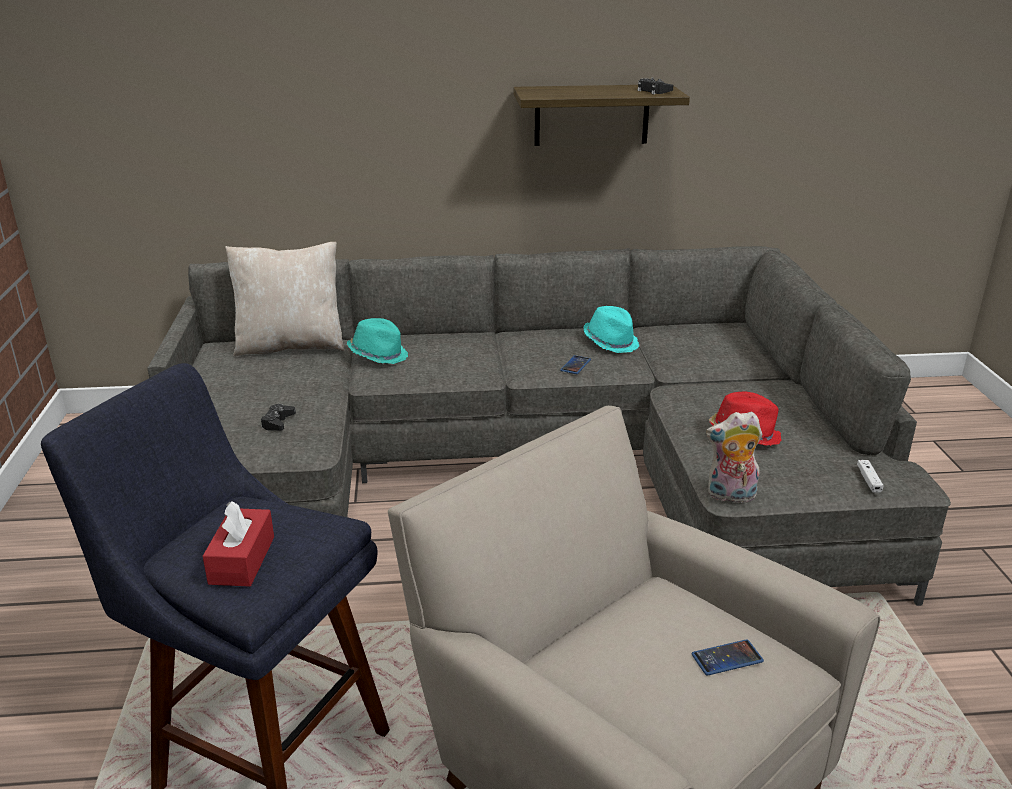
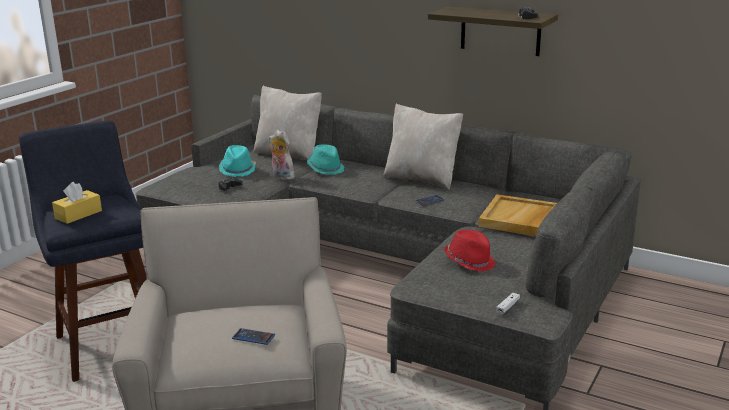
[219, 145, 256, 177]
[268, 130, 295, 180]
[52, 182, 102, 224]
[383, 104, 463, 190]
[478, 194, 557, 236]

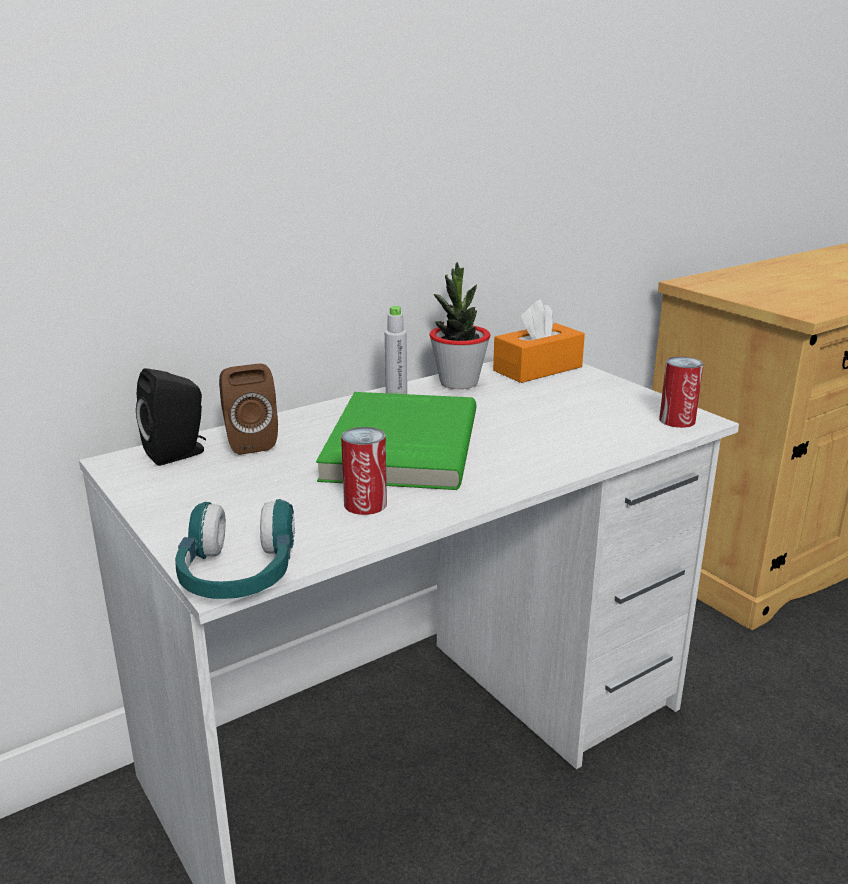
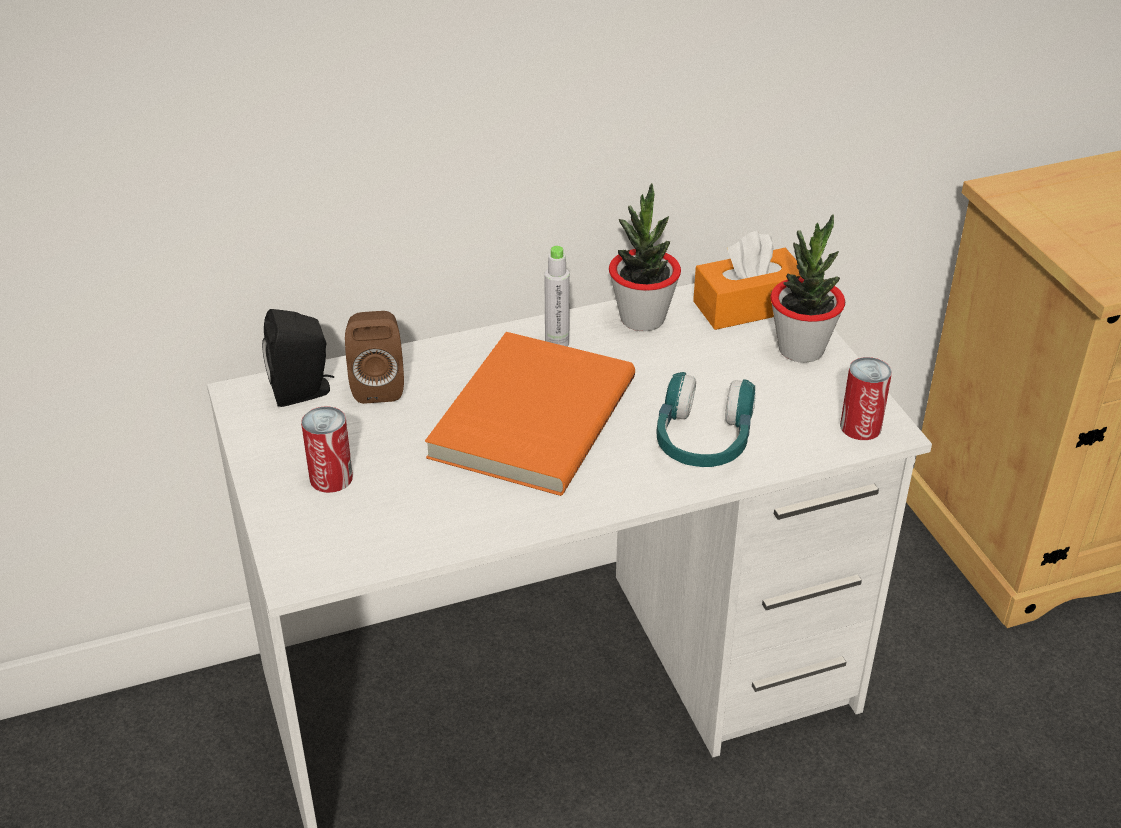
[425, 332, 635, 496]
[301, 406, 353, 493]
[656, 372, 756, 467]
[770, 214, 845, 363]

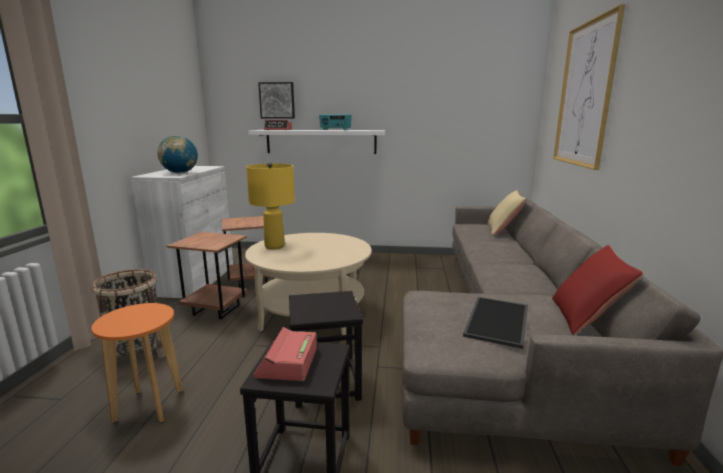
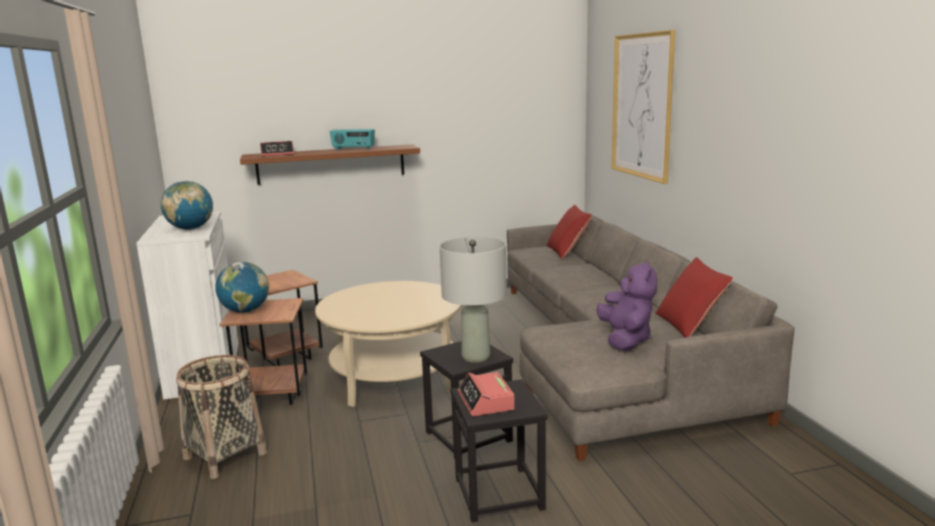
[258, 82, 295, 118] (first image)
[240, 144, 420, 185]
[246, 162, 295, 250] (first image)
[547, 205, 592, 259]
[597, 260, 657, 351]
[91, 303, 183, 423] (first image)
[440, 237, 507, 363]
[215, 262, 269, 313]

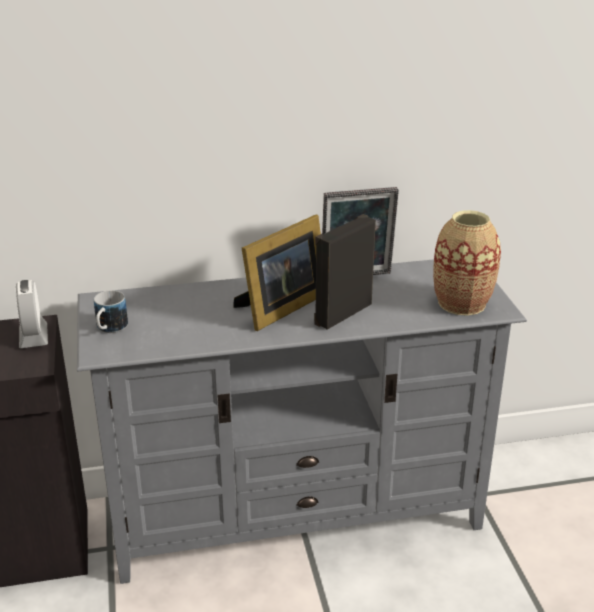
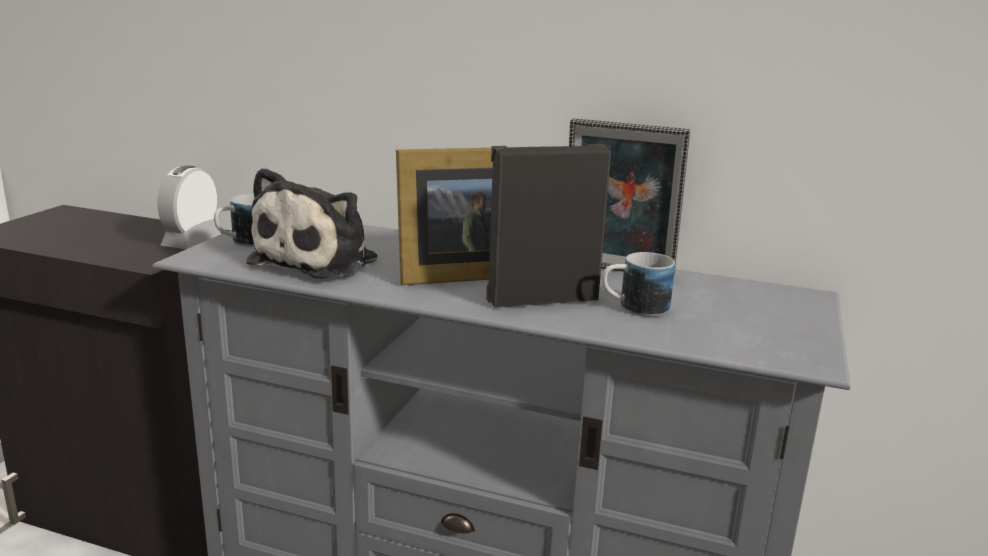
[433, 210, 501, 316] (first image)
[246, 168, 377, 278]
[602, 252, 675, 317]

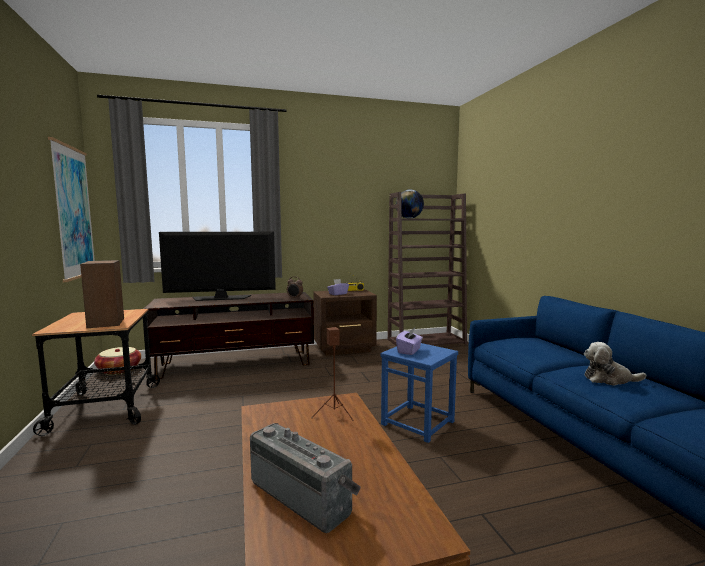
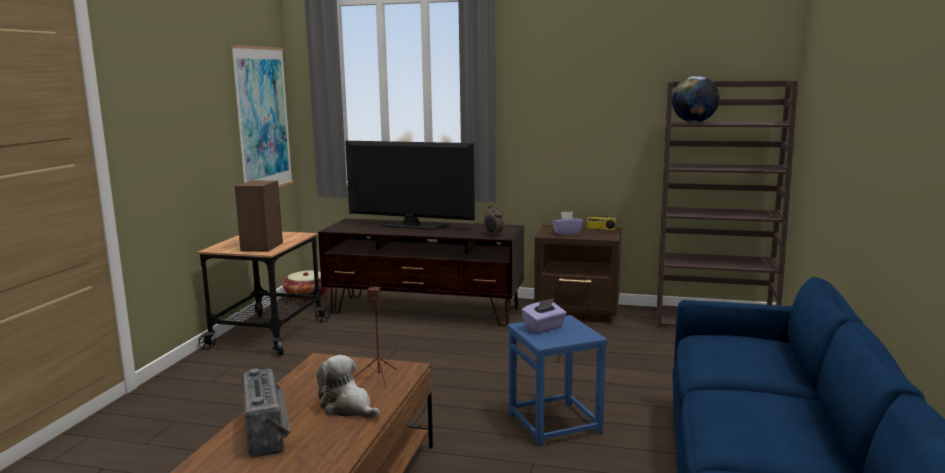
[316, 355, 380, 419]

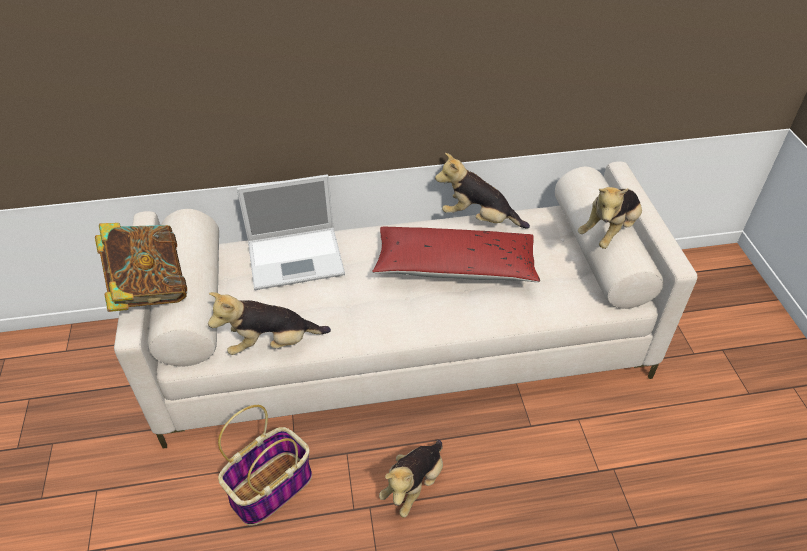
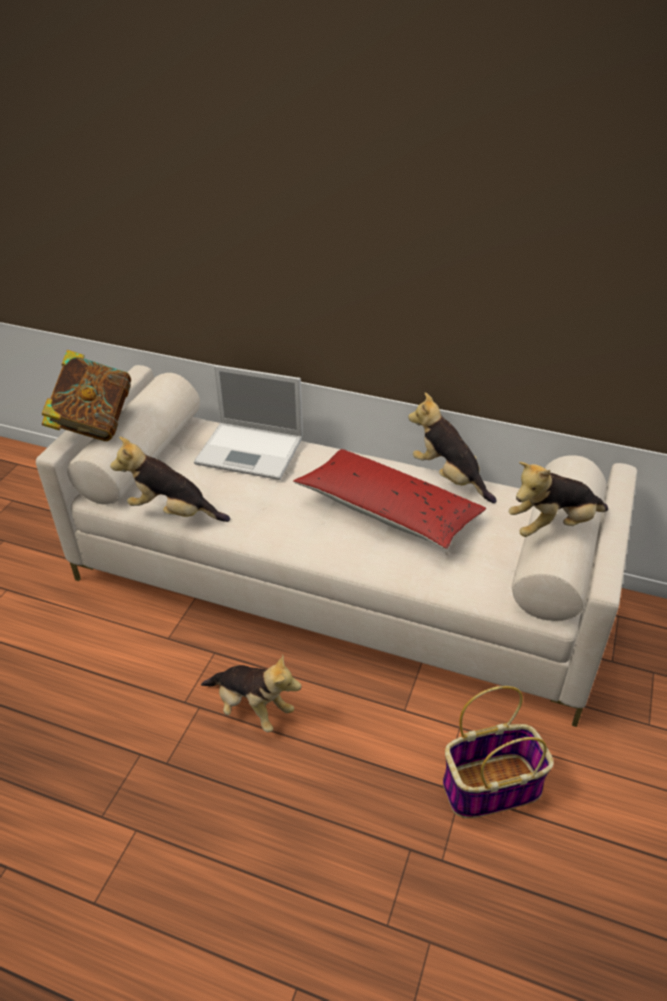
[443, 686, 554, 818]
[201, 655, 301, 732]

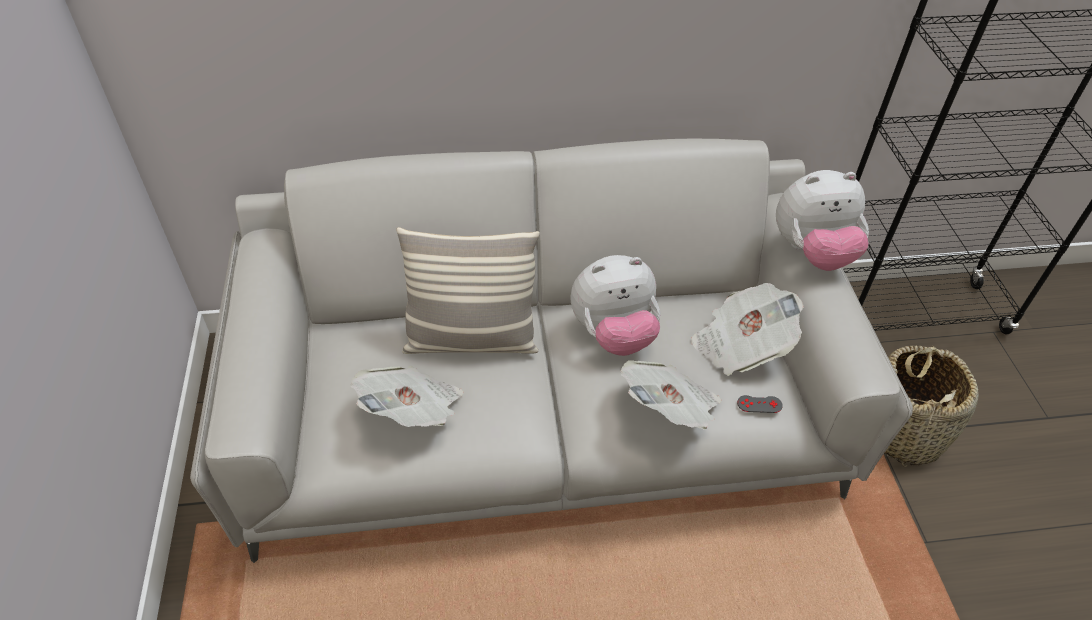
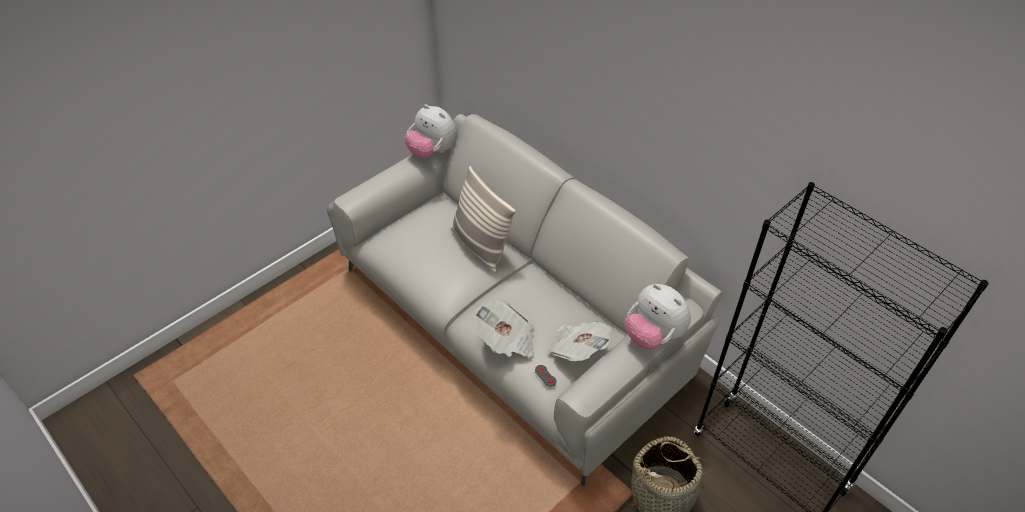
[404, 104, 457, 159]
[351, 366, 464, 427] (first image)

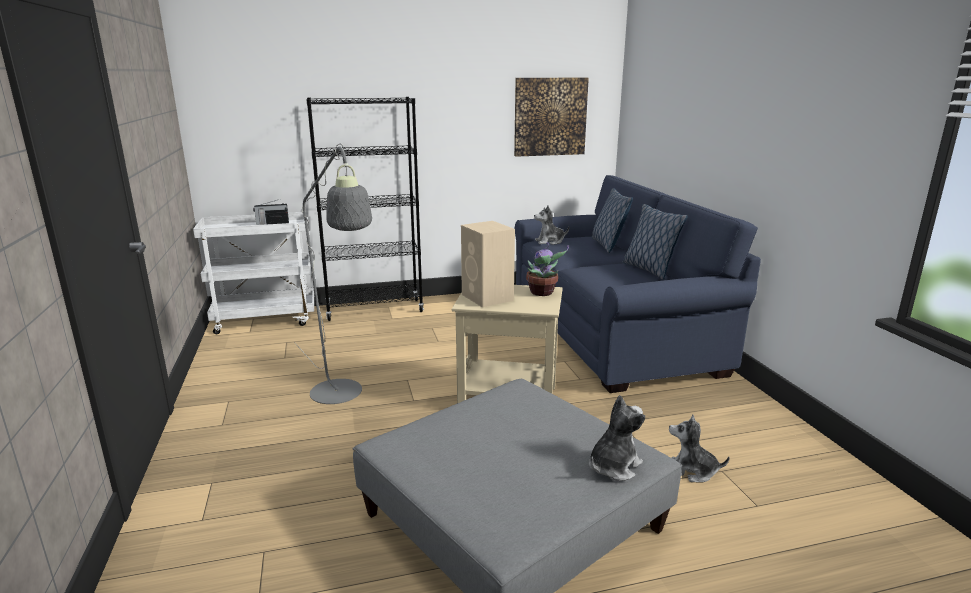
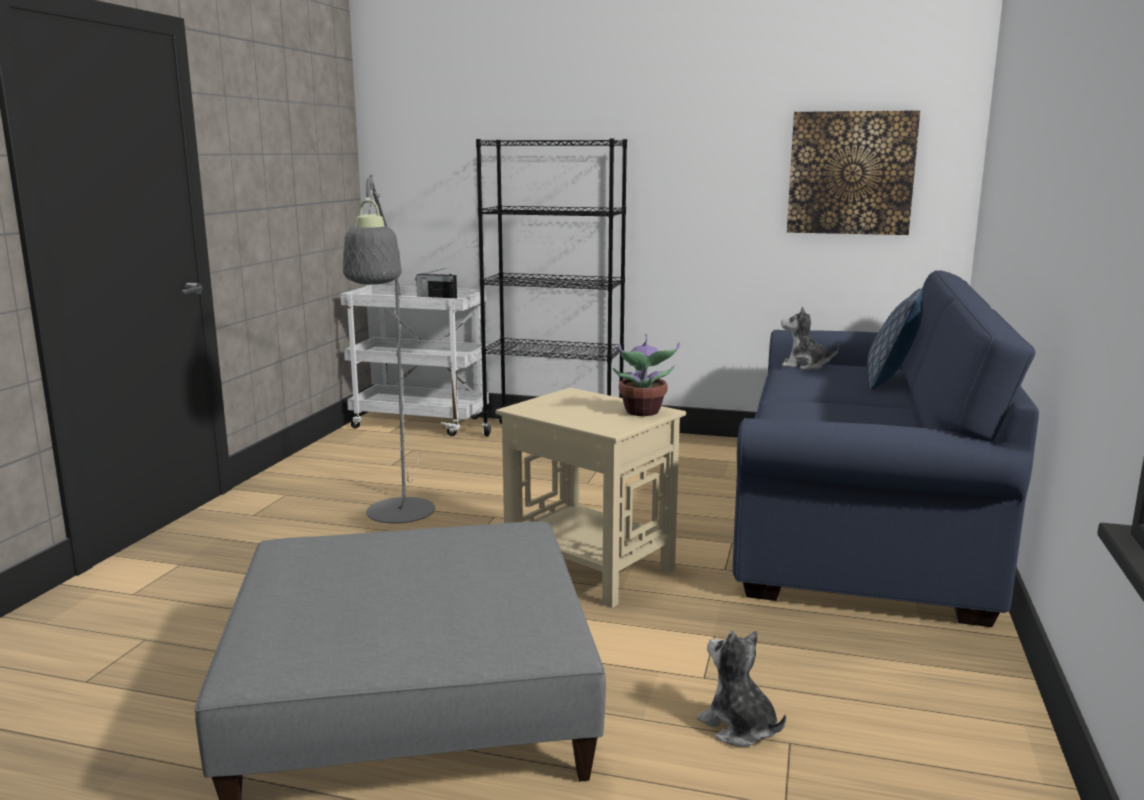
[623, 204, 688, 280] (first image)
[461, 221, 515, 307] (first image)
[589, 395, 645, 481] (first image)

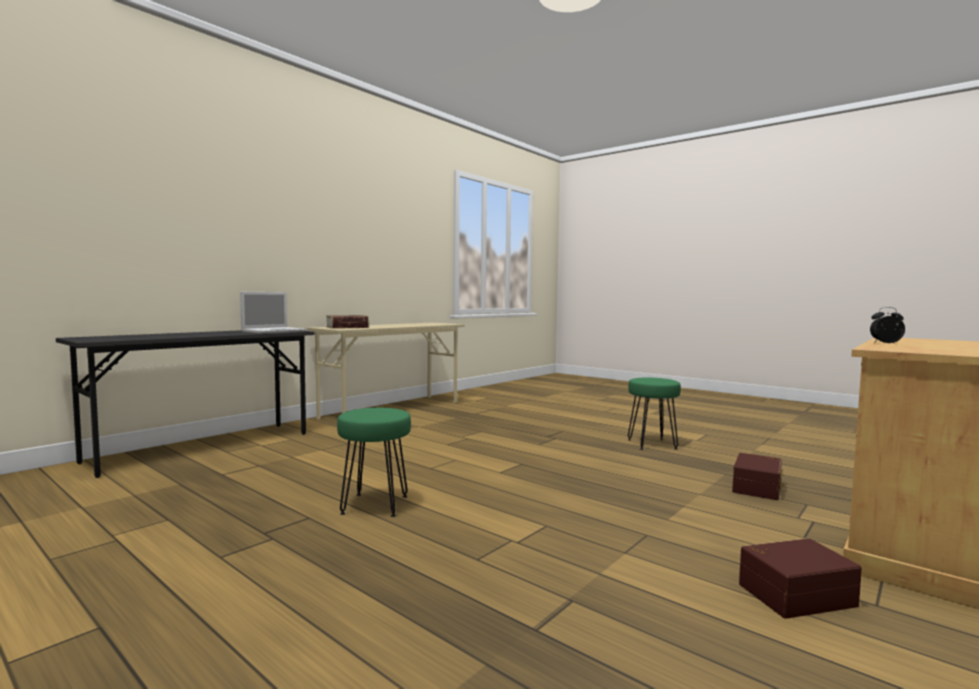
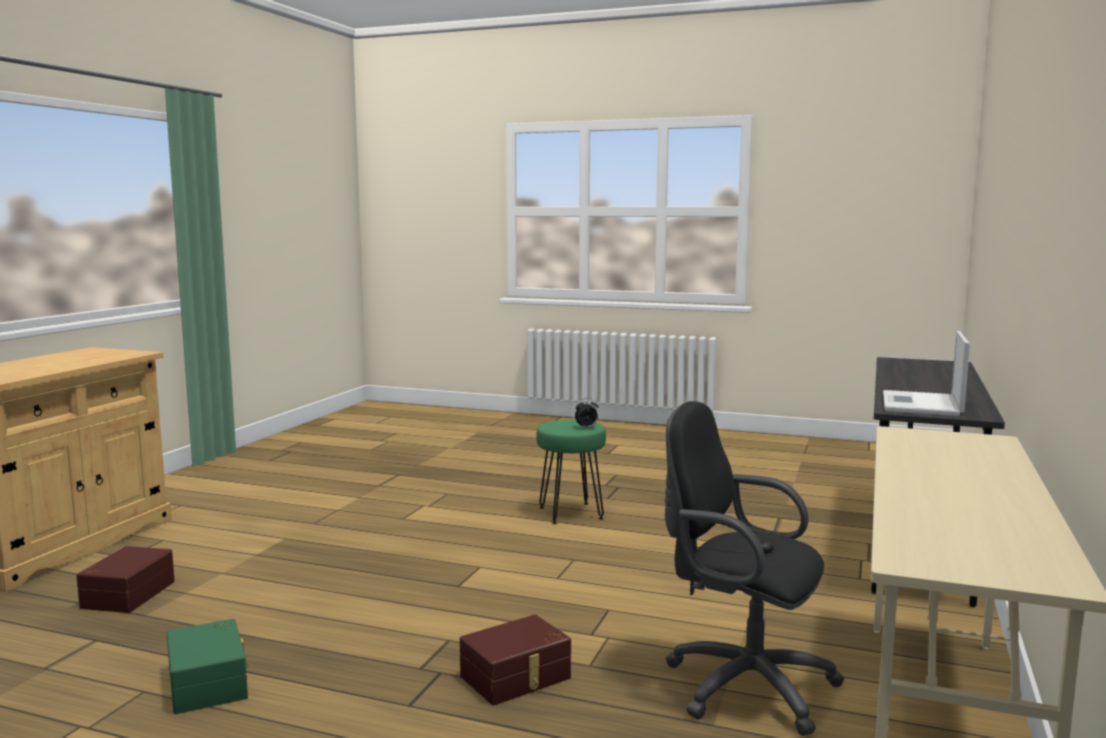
[575, 398, 598, 428]
[326, 315, 369, 329] (first image)
[167, 619, 249, 714]
[460, 614, 571, 705]
[665, 401, 844, 736]

